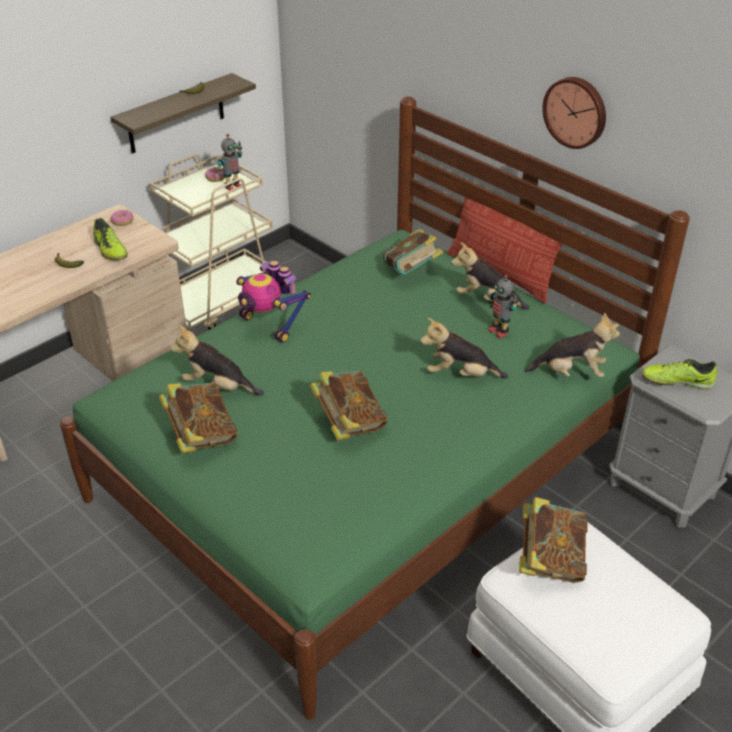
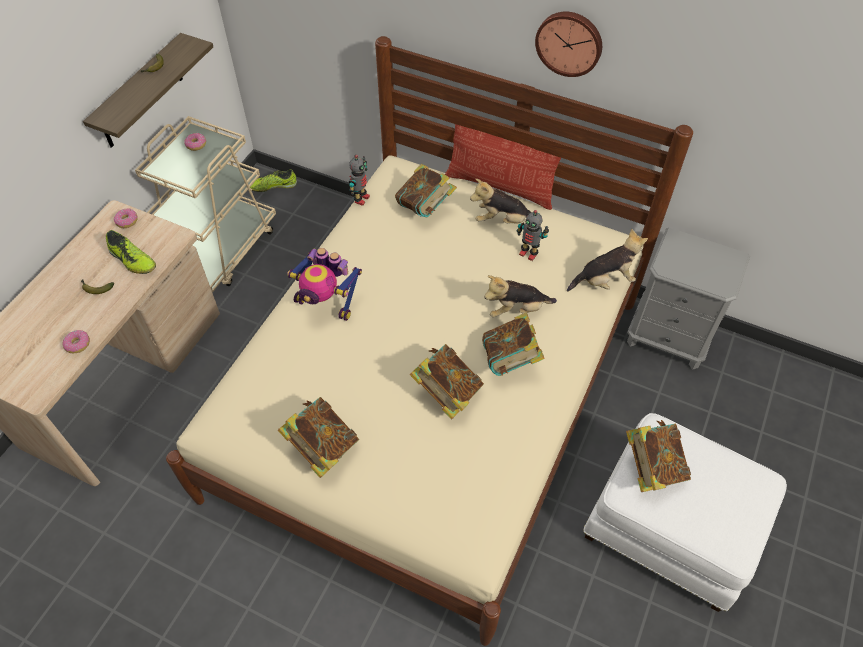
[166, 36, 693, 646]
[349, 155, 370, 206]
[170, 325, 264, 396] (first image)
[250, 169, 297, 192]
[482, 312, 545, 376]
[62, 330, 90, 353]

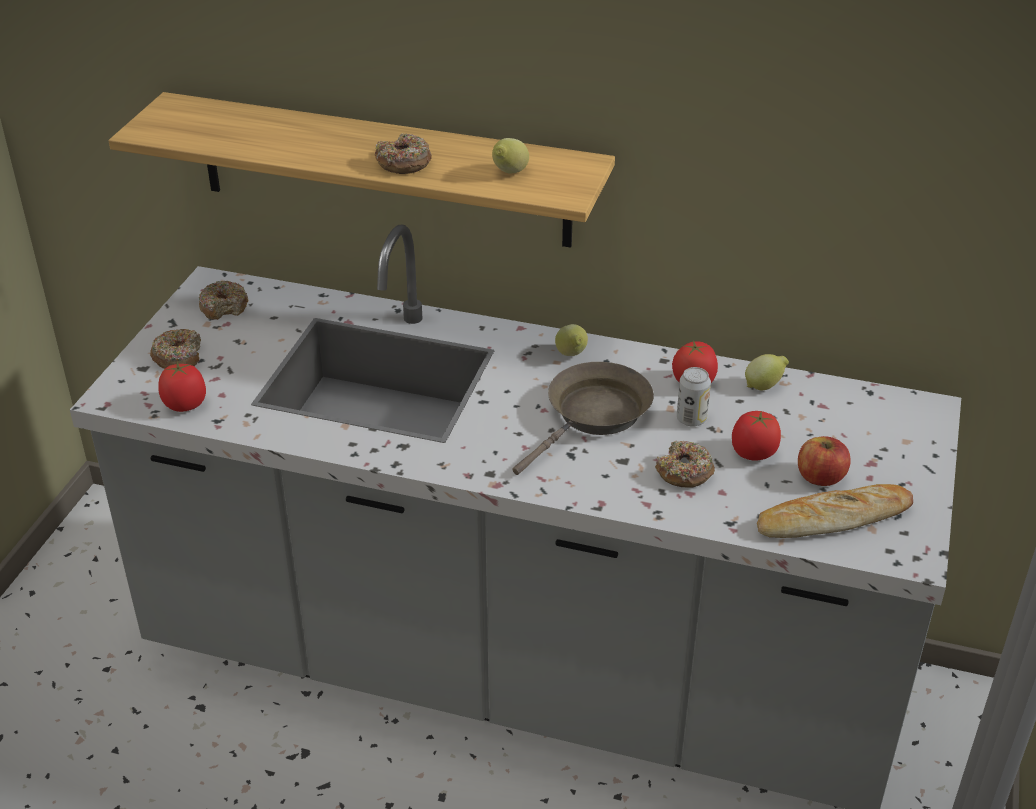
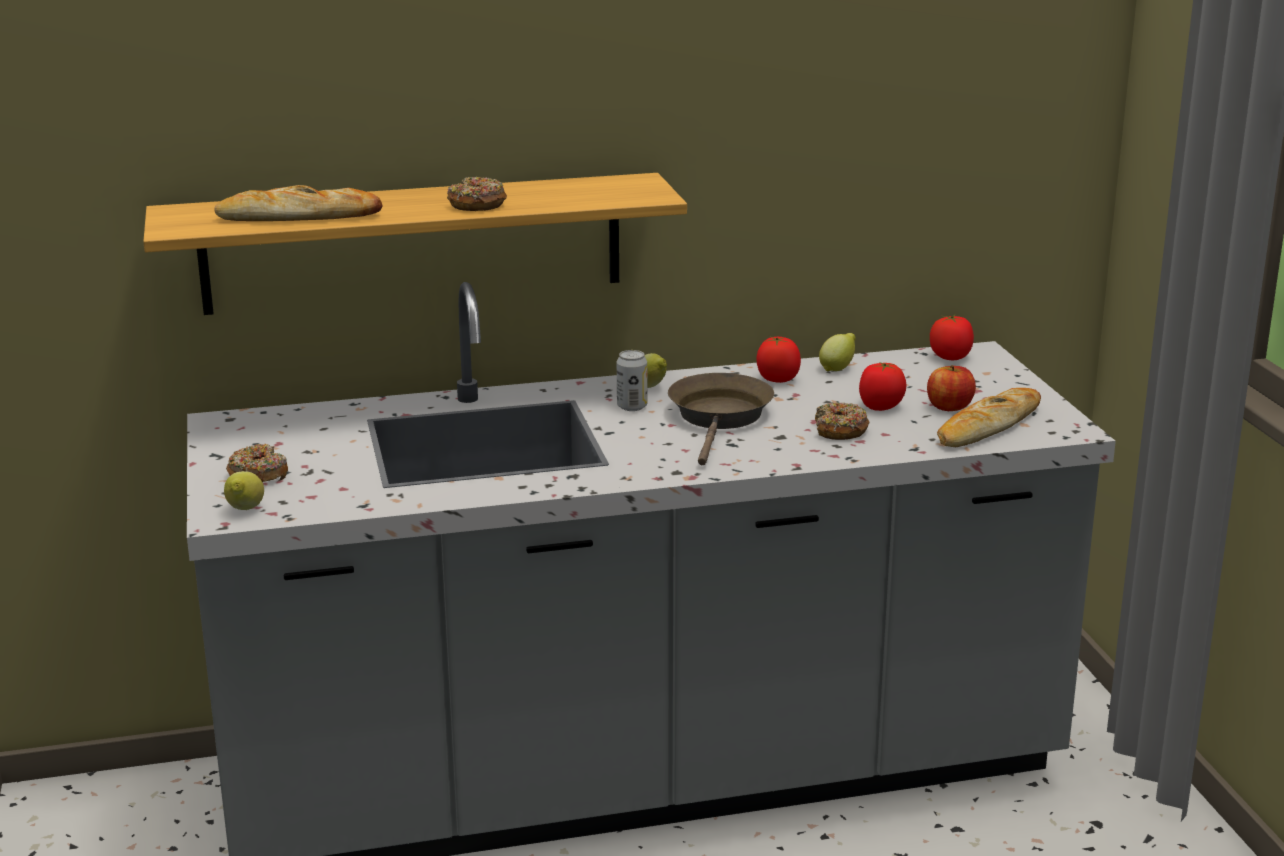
[224, 471, 264, 510]
[199, 281, 248, 320] (first image)
[930, 314, 974, 360]
[617, 350, 647, 411]
[214, 185, 383, 221]

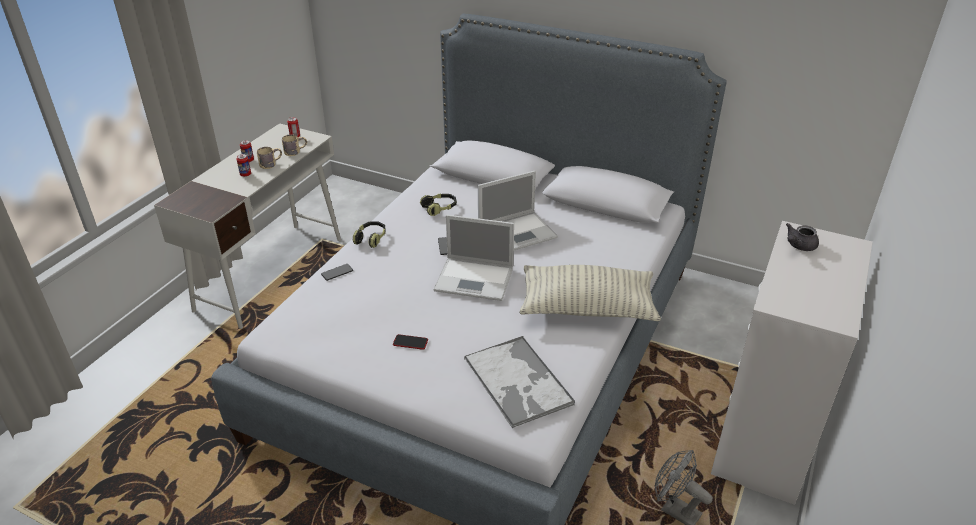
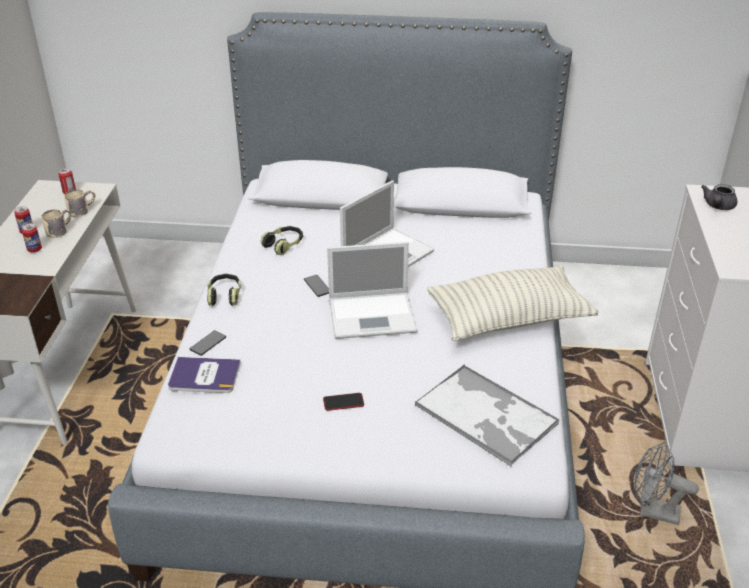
[168, 357, 241, 393]

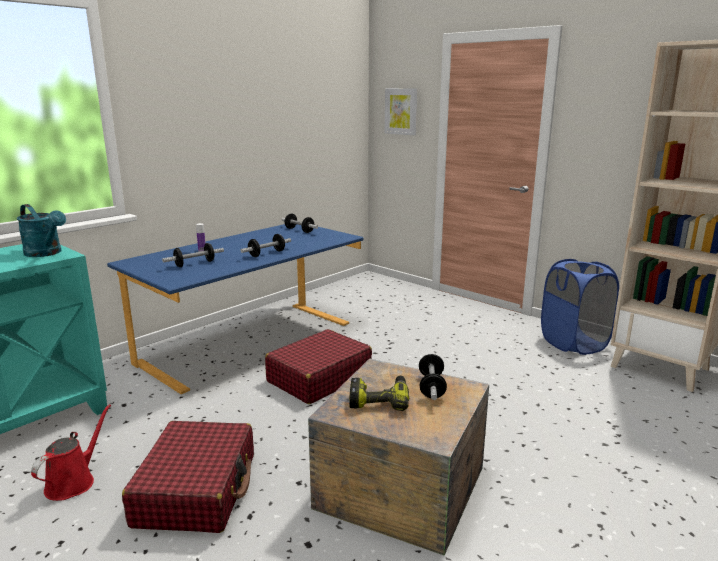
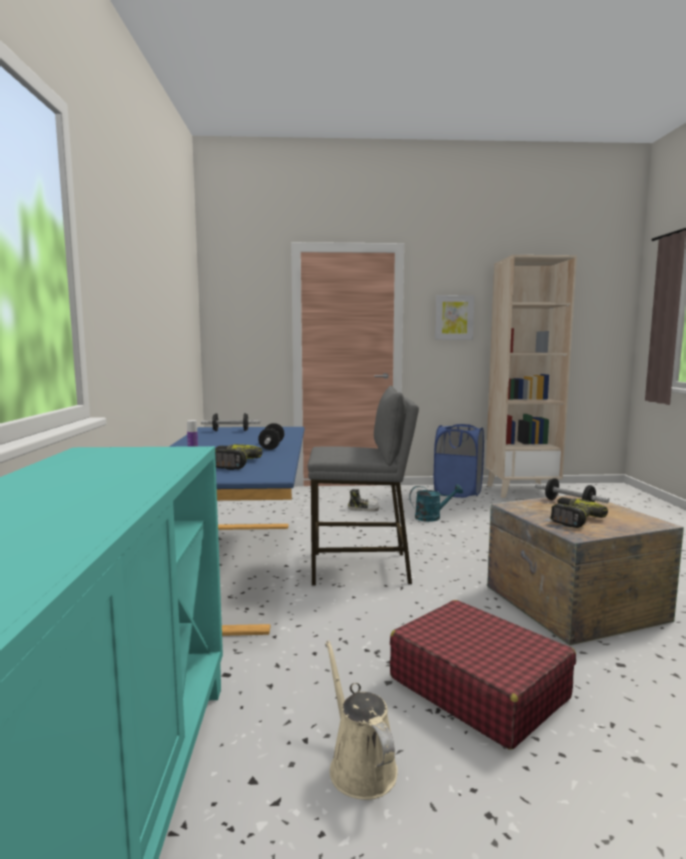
[435, 295, 474, 340]
[409, 484, 463, 522]
[215, 444, 262, 470]
[308, 386, 419, 586]
[326, 640, 398, 800]
[348, 489, 380, 512]

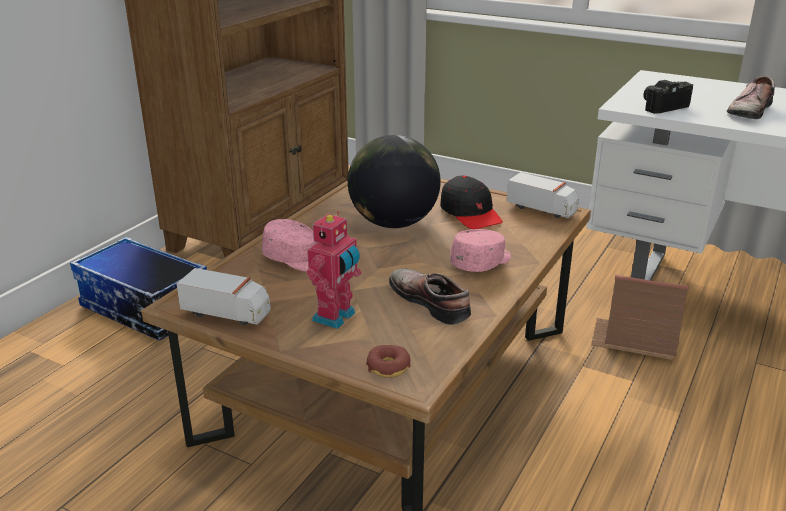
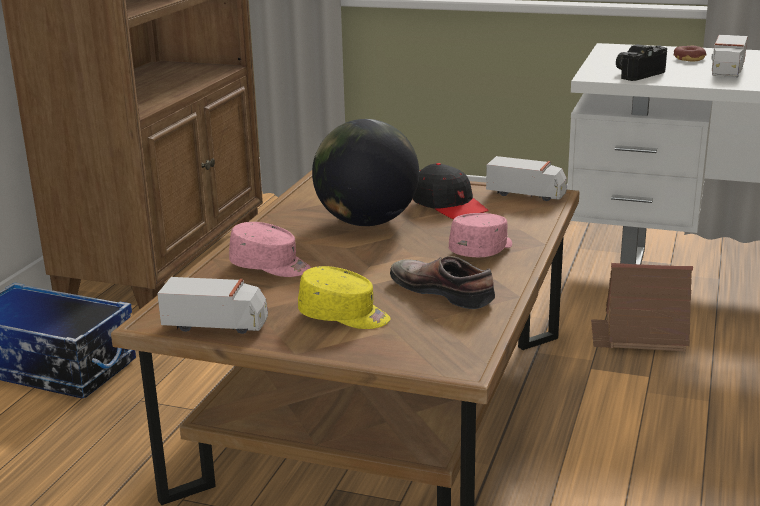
[711, 35, 748, 77]
[298, 266, 390, 329]
[674, 46, 706, 61]

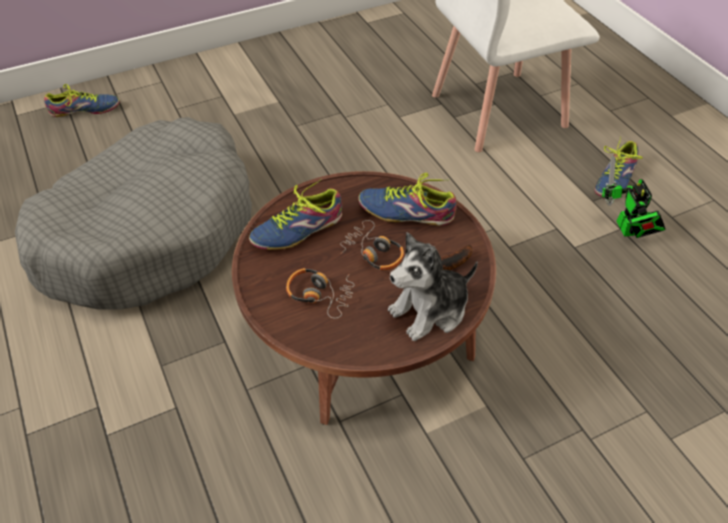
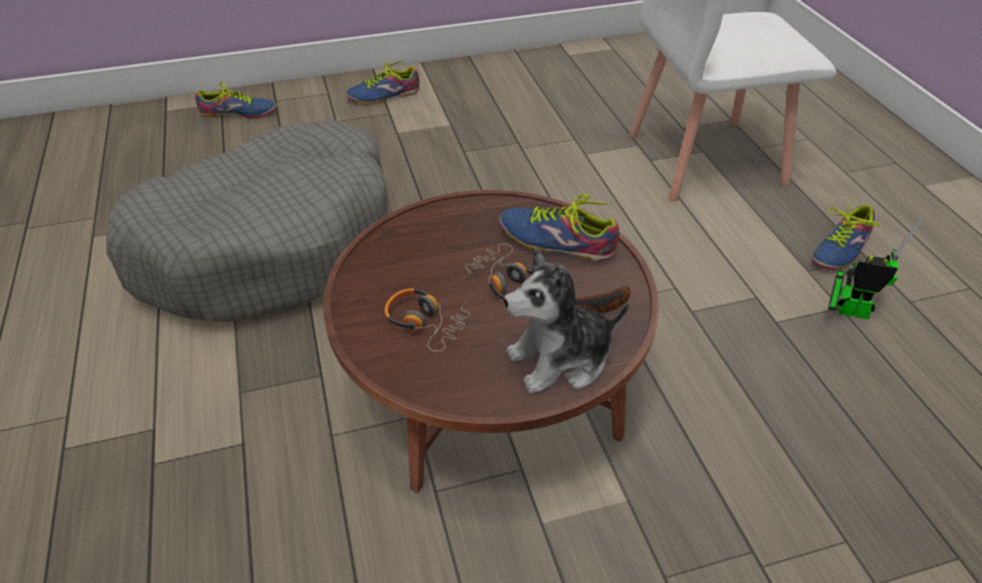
[828, 220, 922, 320]
[346, 59, 419, 104]

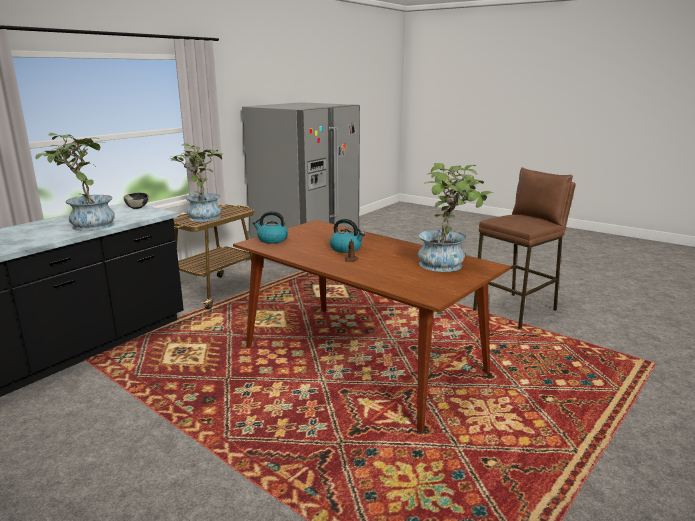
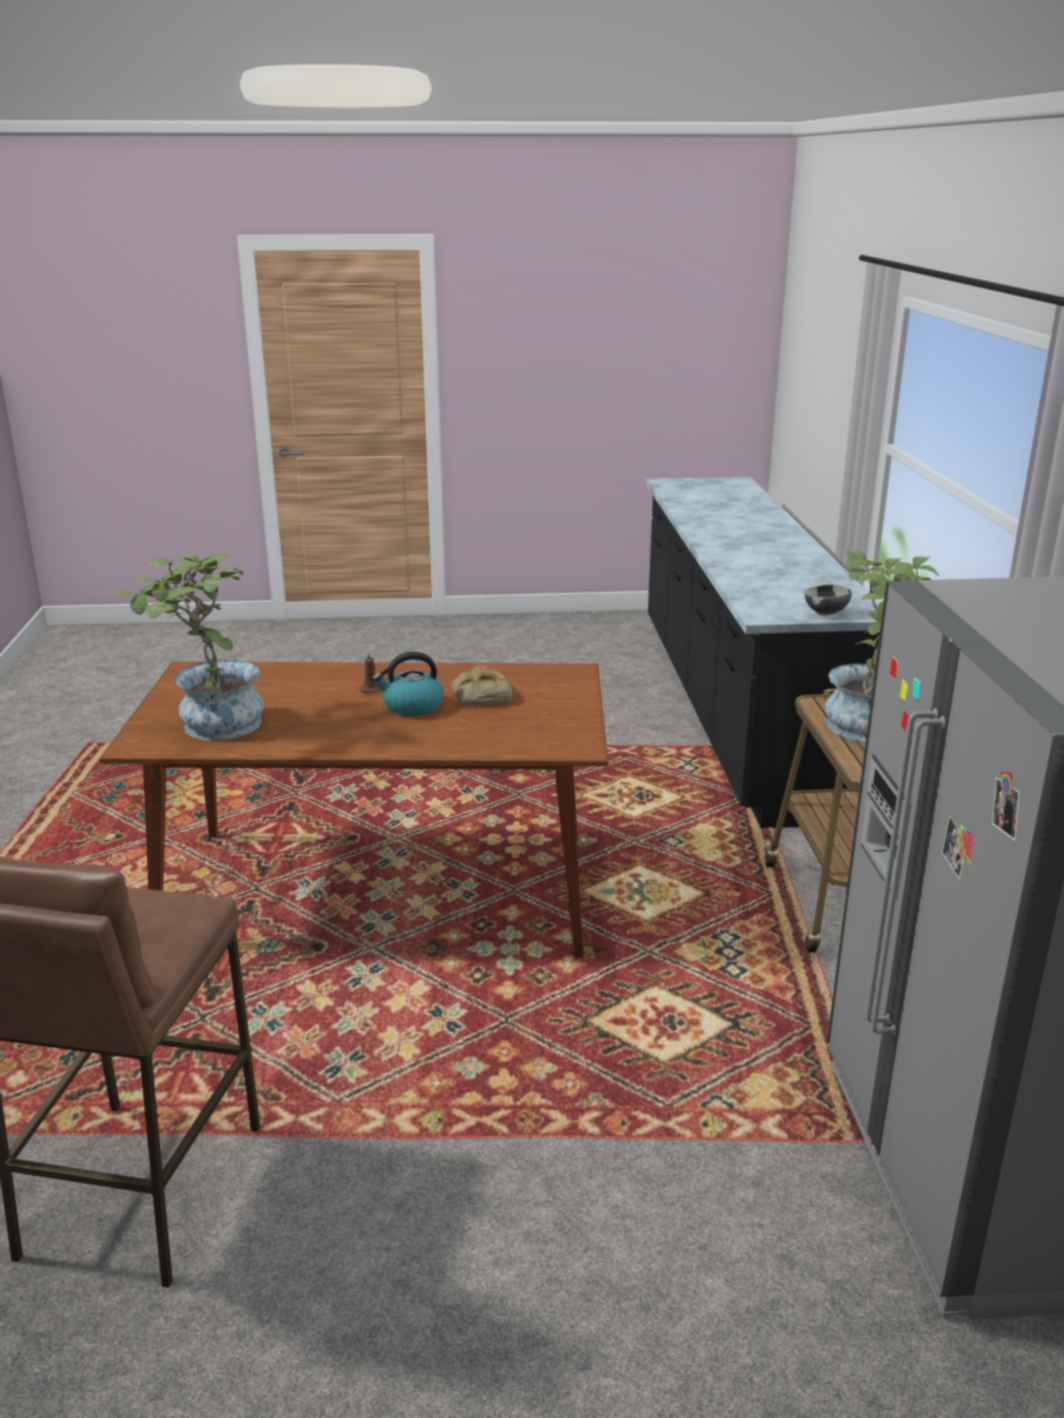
[35, 133, 115, 231] (first image)
[252, 211, 288, 244] (first image)
[452, 665, 512, 706]

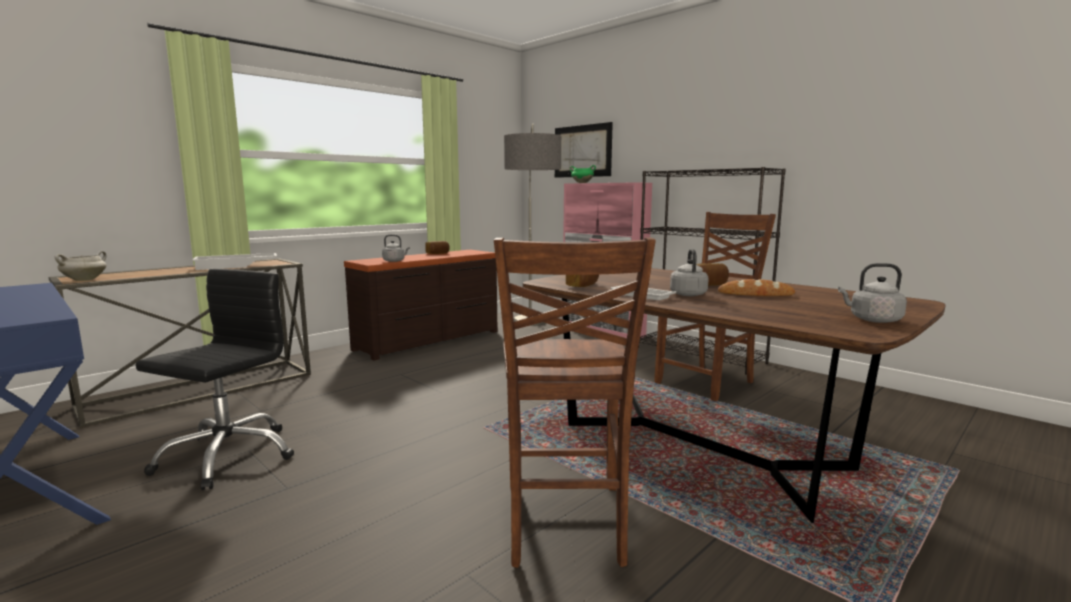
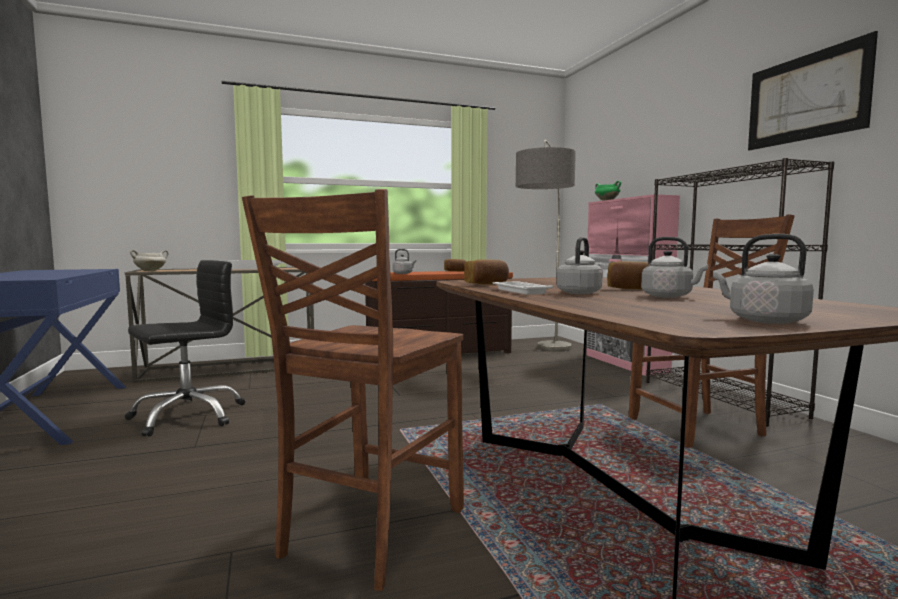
[748, 31, 878, 150]
[641, 237, 708, 298]

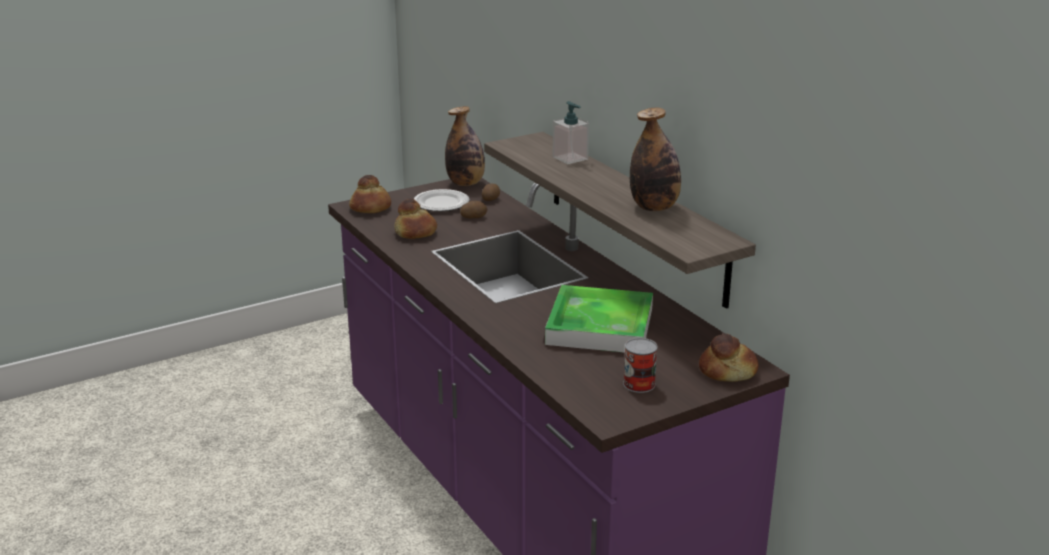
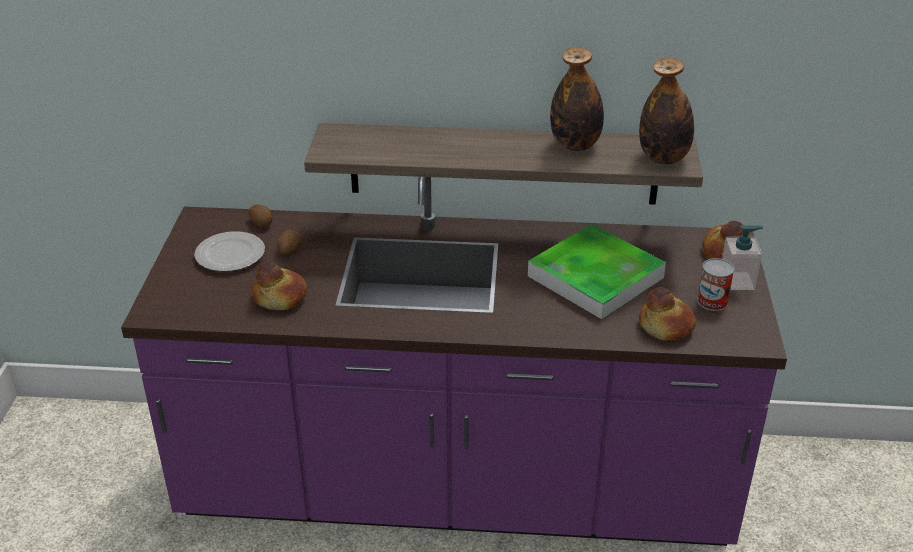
[722, 225, 763, 290]
[639, 58, 694, 164]
[639, 287, 696, 341]

